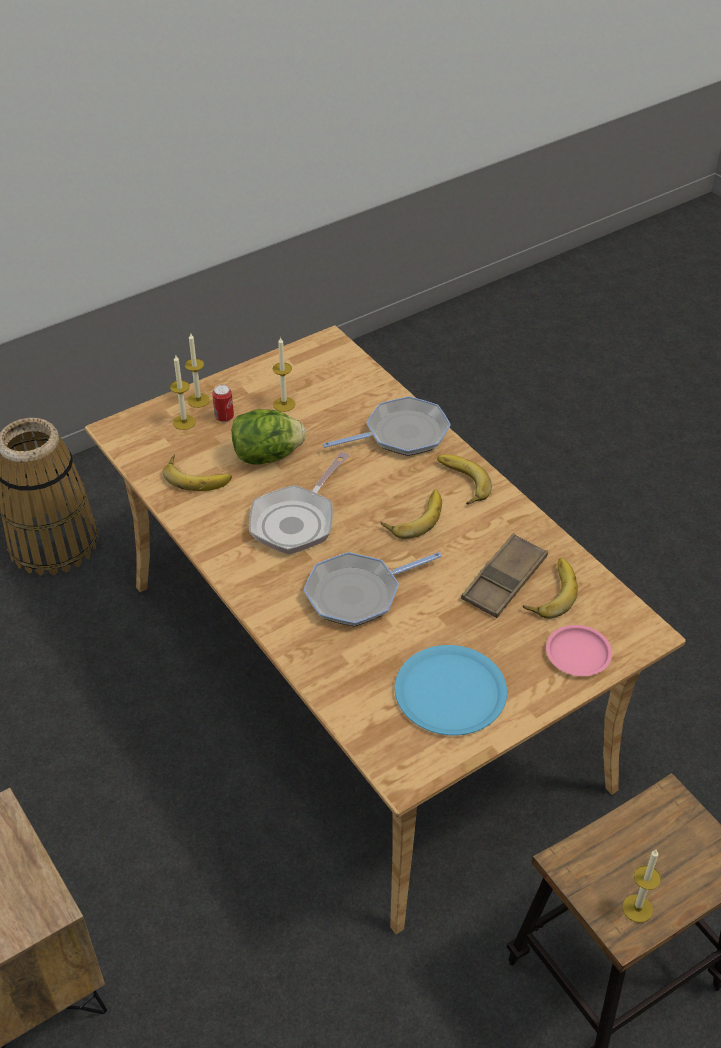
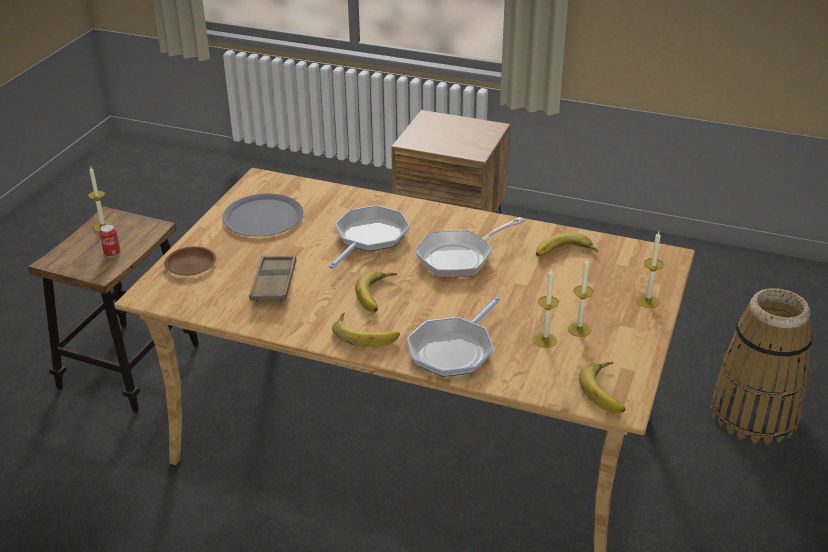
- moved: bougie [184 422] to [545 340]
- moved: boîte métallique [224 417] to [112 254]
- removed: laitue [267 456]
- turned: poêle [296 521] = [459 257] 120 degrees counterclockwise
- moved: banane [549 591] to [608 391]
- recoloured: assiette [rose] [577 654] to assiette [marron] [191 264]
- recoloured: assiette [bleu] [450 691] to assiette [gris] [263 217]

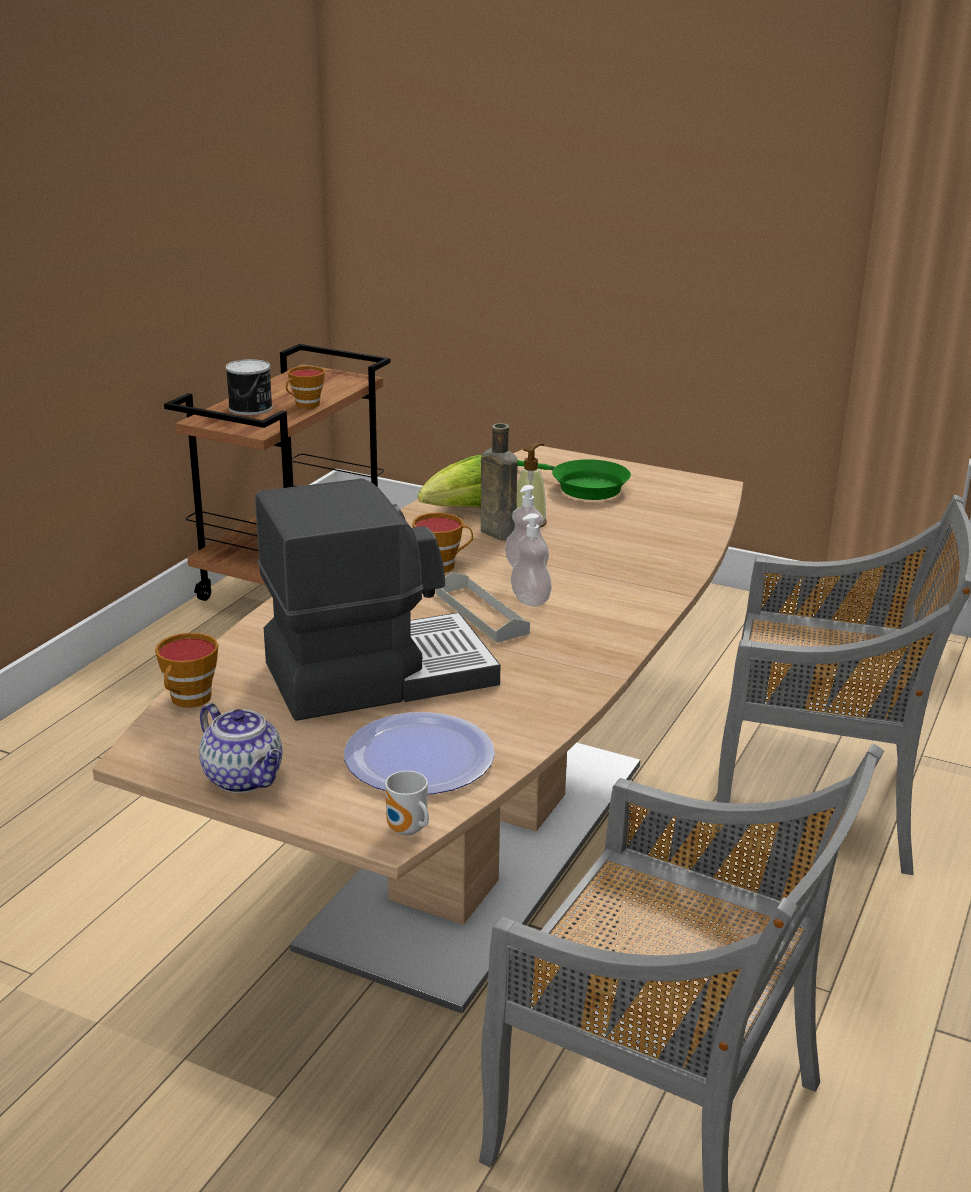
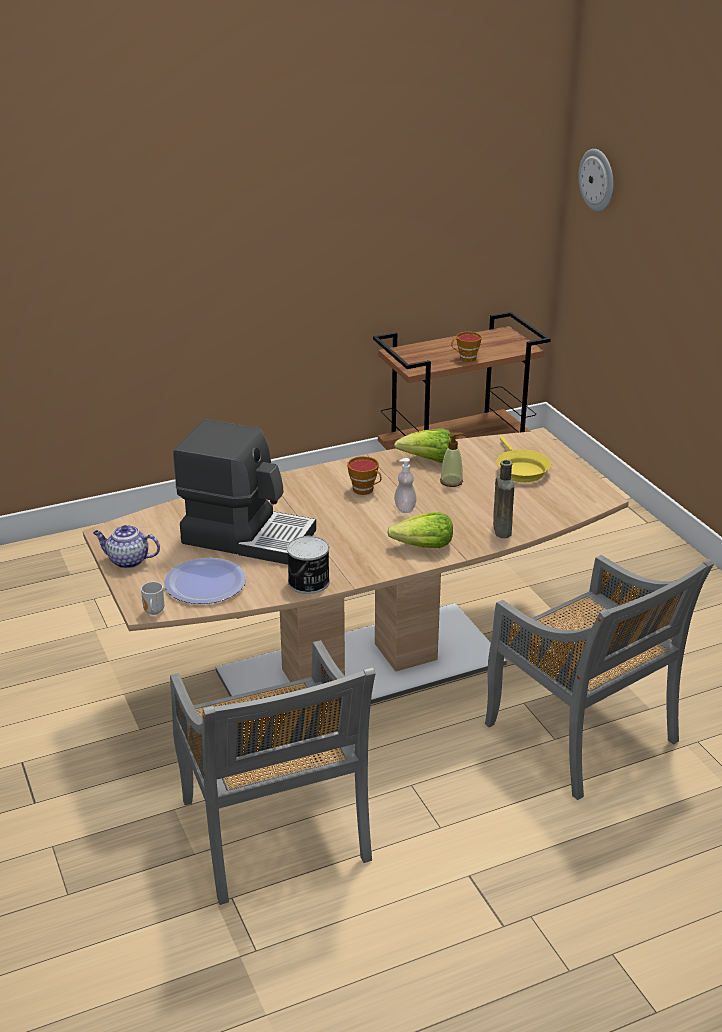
- moved: boîte métallique [251 408] to [309 582]
- moved: bouteille [marron] [496 532] to [501 529]
- recoloured: poêle [vert] [583 487] to poêle [jaune] [520 470]
- removed: distributeur de savon [530 600]
- removed: plateau [gris] [481 613]
- removed: tasse [189 700]
- turned: théière [245 779] = [127 561] 105 degrees clockwise
- added: horloge murale [597 180]
- added: laitue [423 547]

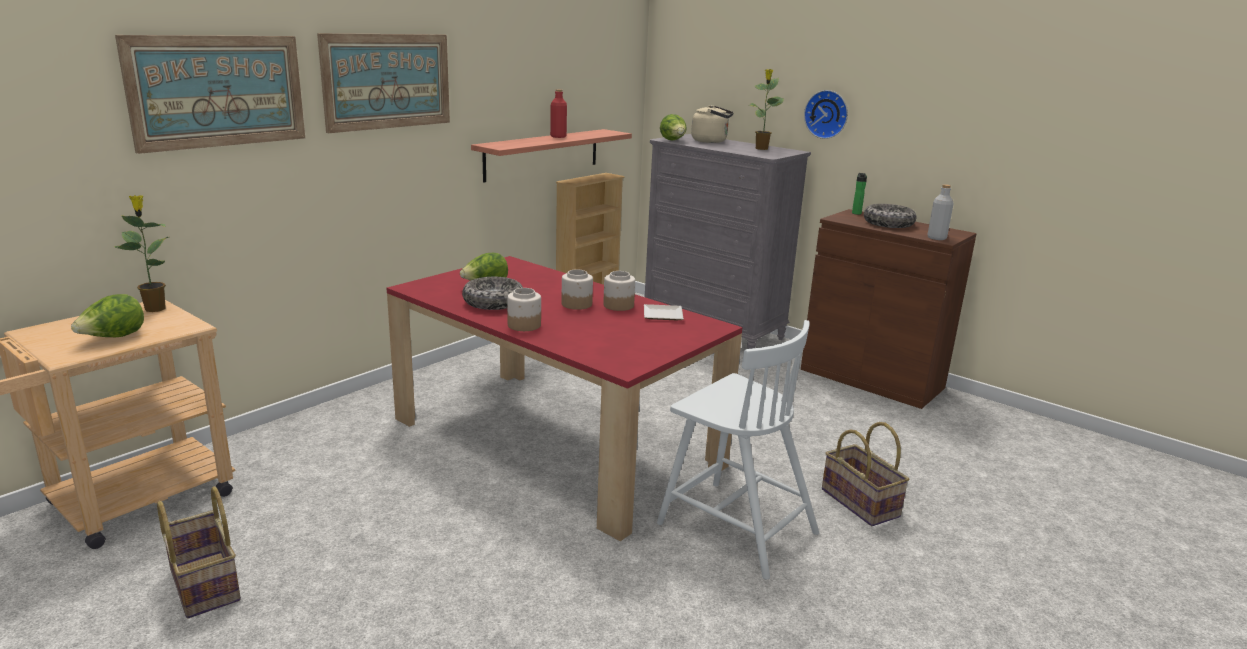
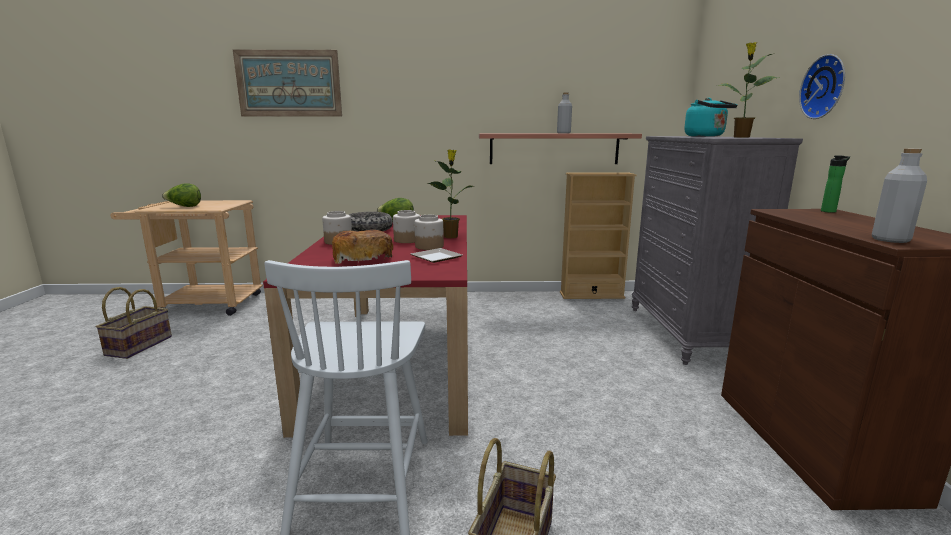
- removed: tableau [387 81]
- recoloured: bouteille [rouge] [558 136] to bouteille [gris] [563 133]
- recoloured: bouilloire [beige] [711 141] to bouilloire [turquoise] [706 136]
- removed: laitue [673 141]
- moved: plante en pot [155 308] to [451 236]
- removed: bol [888 224]
- added: pain [362 258]

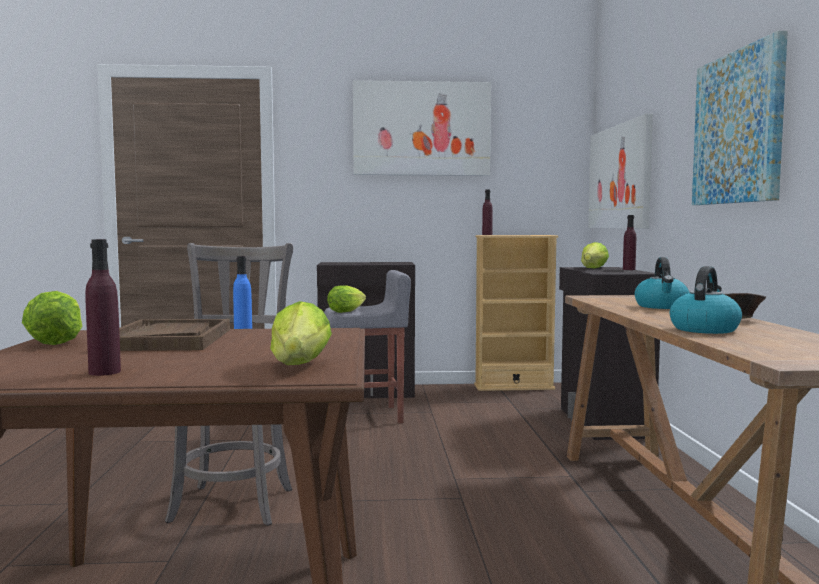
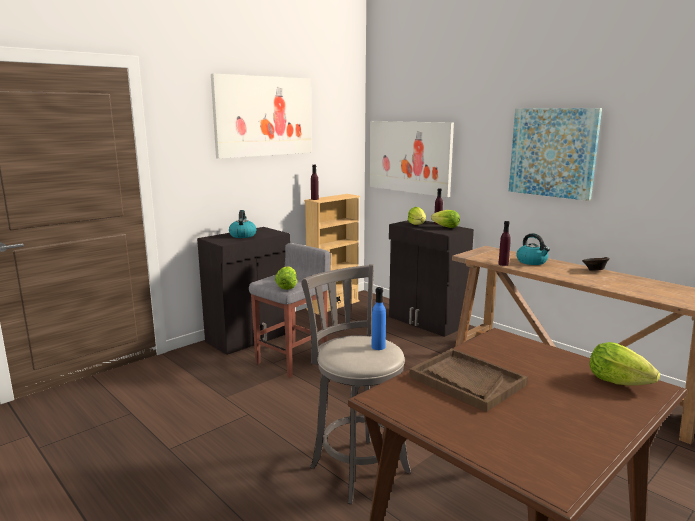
- moved: bouteille [violet] [104 372] to [503 264]
- moved: bouilloire [704 329] to [242 235]
- moved: laitue [56 342] to [446 227]

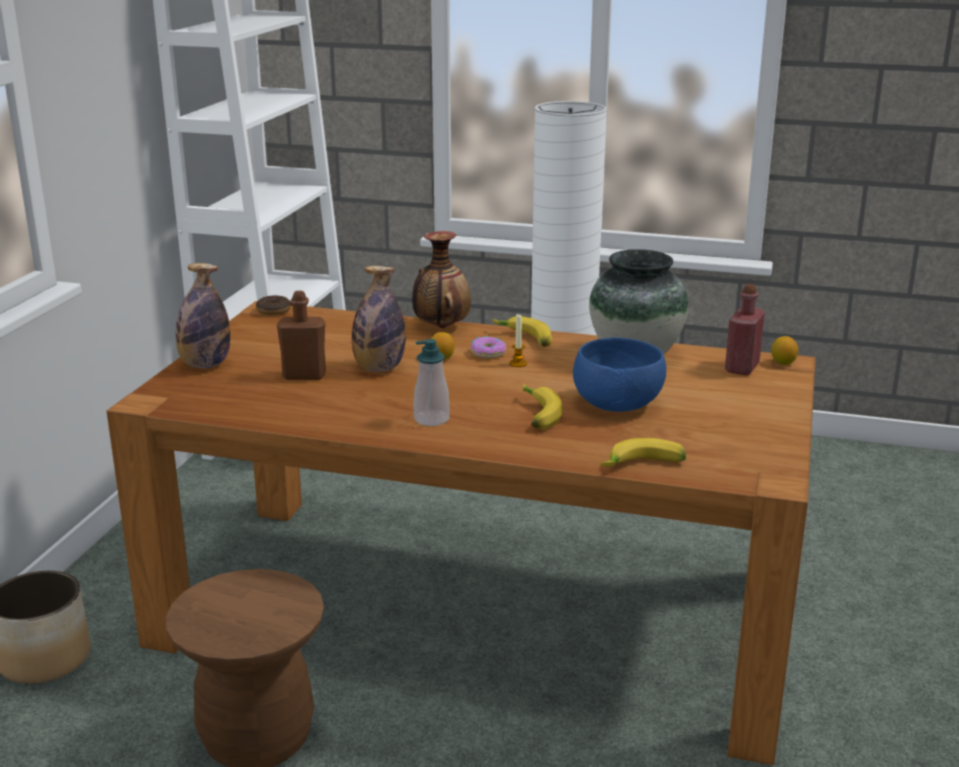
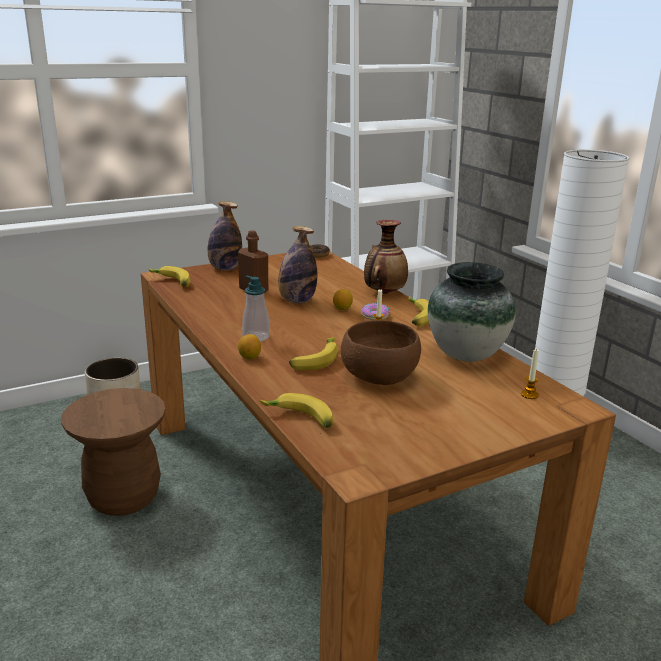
- replaced: bouteille [rouge] [742 367] to bougie [529 395]
- moved: citron [783 363] to [249 357]
- recoloured: bol [bleu] [617 404] to bol [marron] [378 377]
- added: banane [171 282]

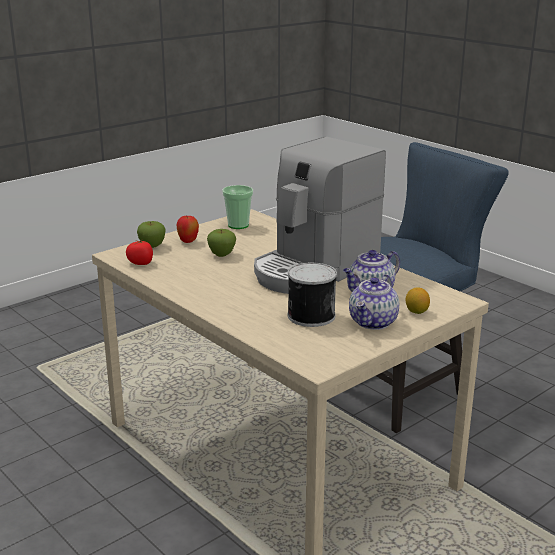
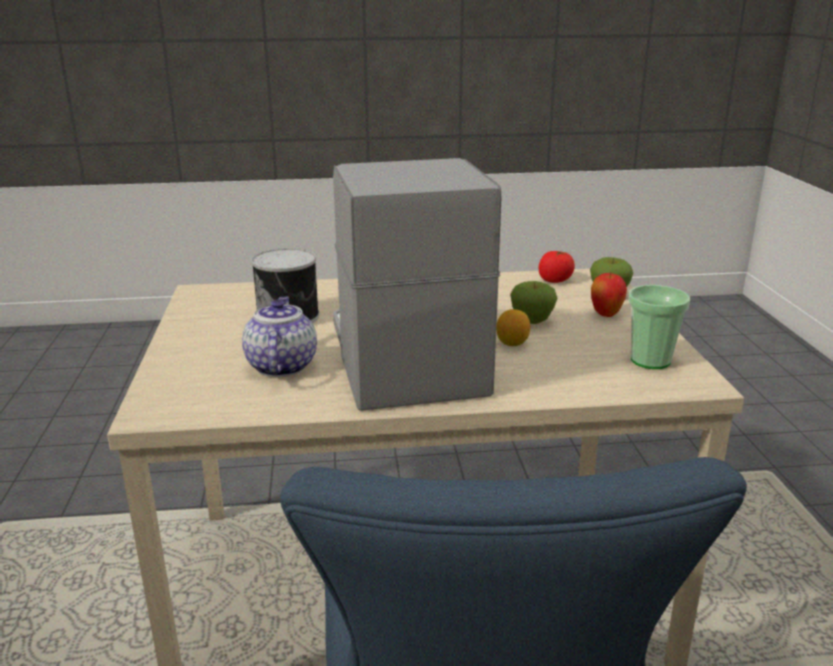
- removed: théière [373 322]
- moved: citron [416 311] to [512 343]

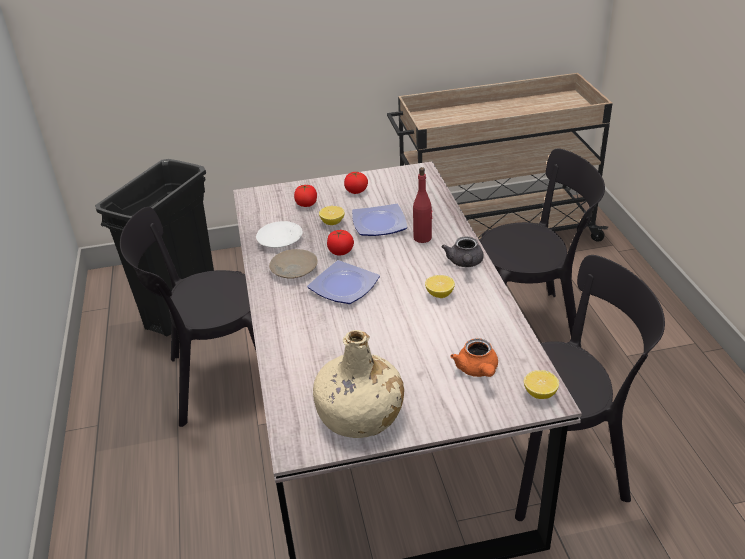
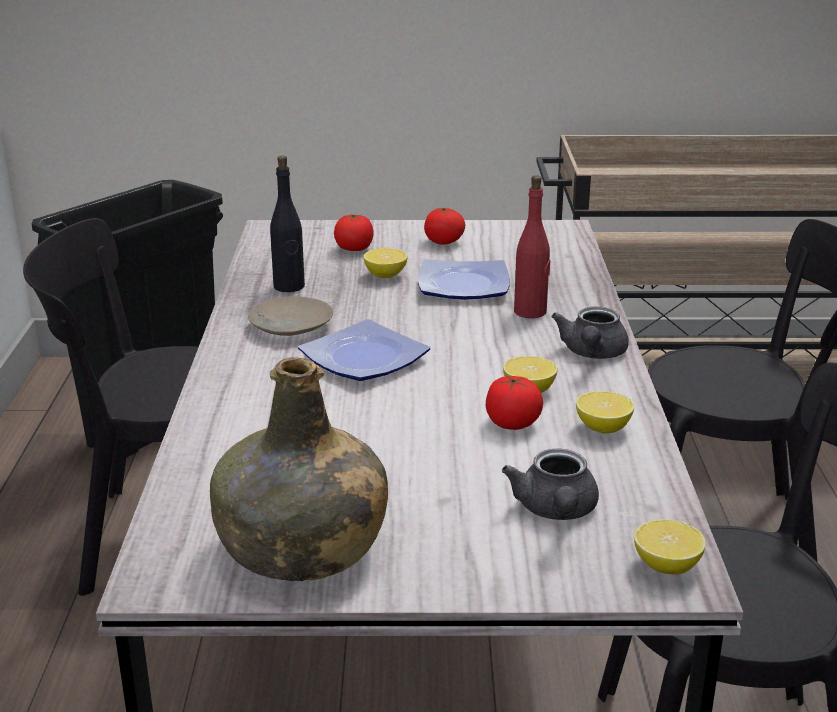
- replaced: assiette [blanc] [280 240] to bouteille [noir] [289 286]
- moved: tomate [340 251] to [512 423]
- recoloured: bouteille [beige] [360 416] to bouteille [vert] [301 547]
- recoloured: théière [orange] [477 370] to théière [gris] [555 511]
- added: citron [603 428]

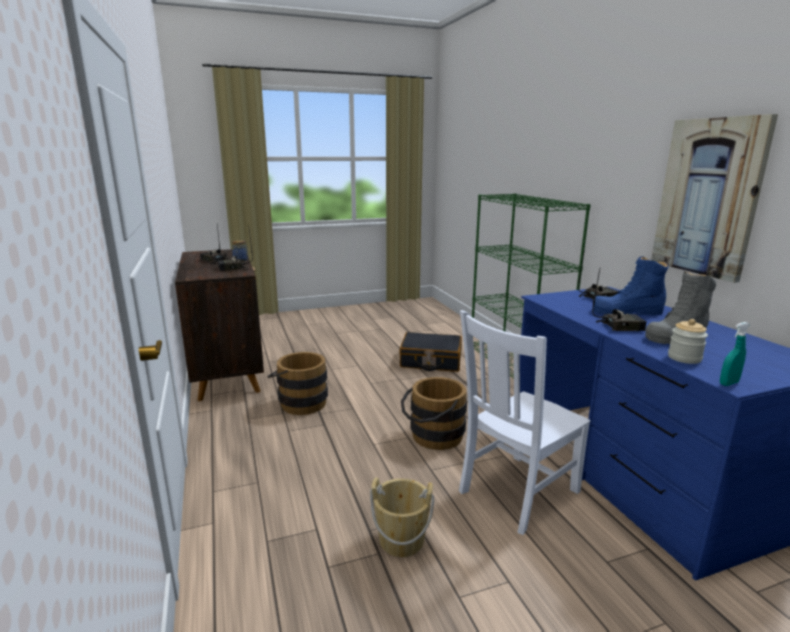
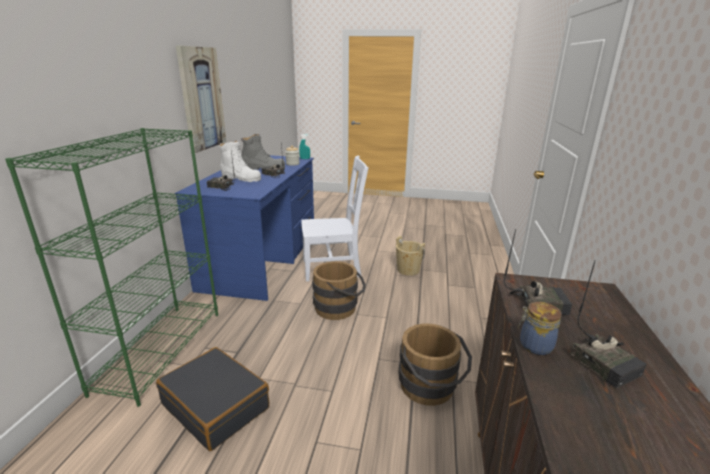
- recoloured: botte [bleu] [627 312] to botte [blanc] [241 178]

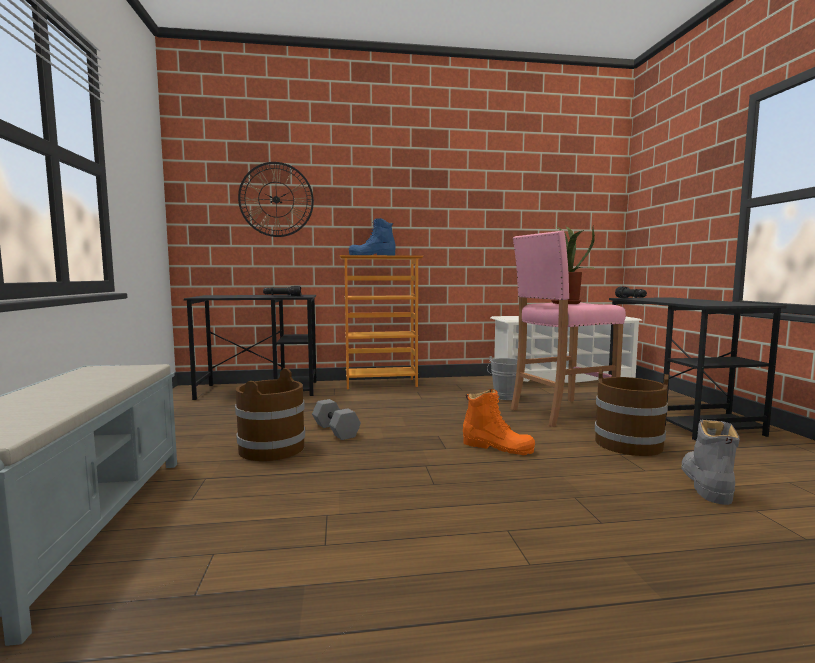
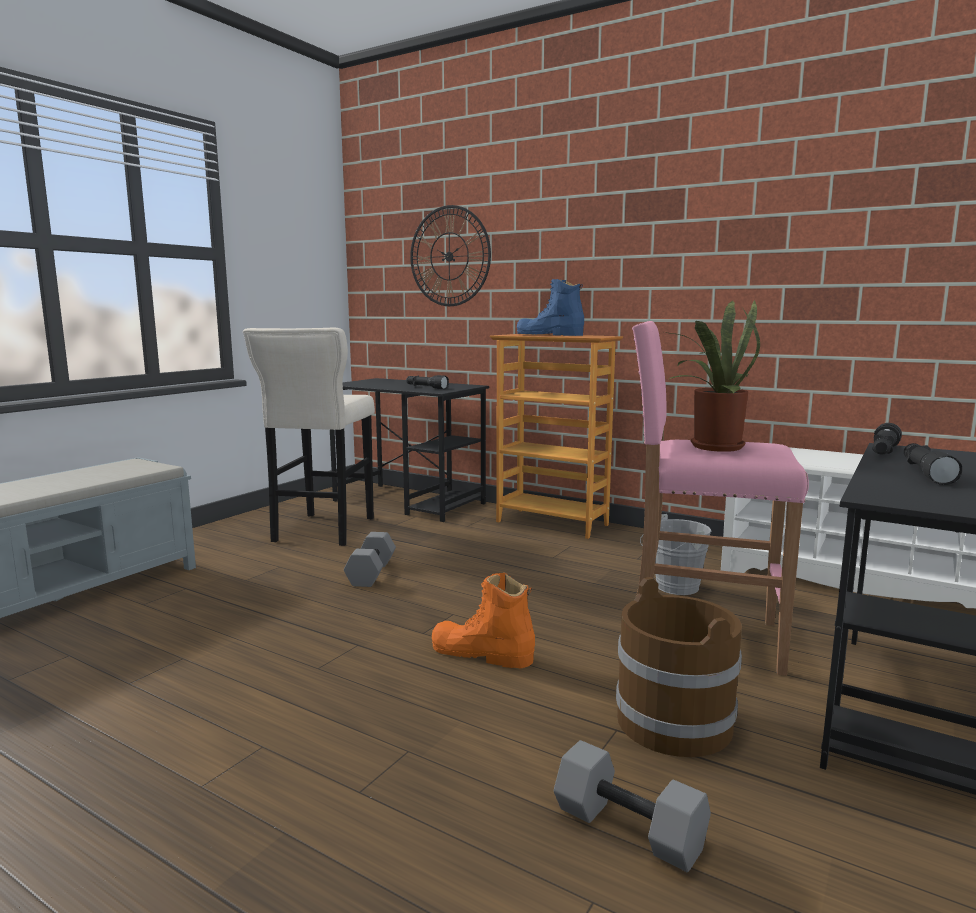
- removed: seau [marron] [272 448]
- turned: botte [orange] [497 447] = [481 653] 135 degrees clockwise
- replaced: botte [gris] [705 484] to haltère [gris] [626 829]
- added: tabouret [beige] [322 531]
- added: lampe de poche [noir] [925 473]

